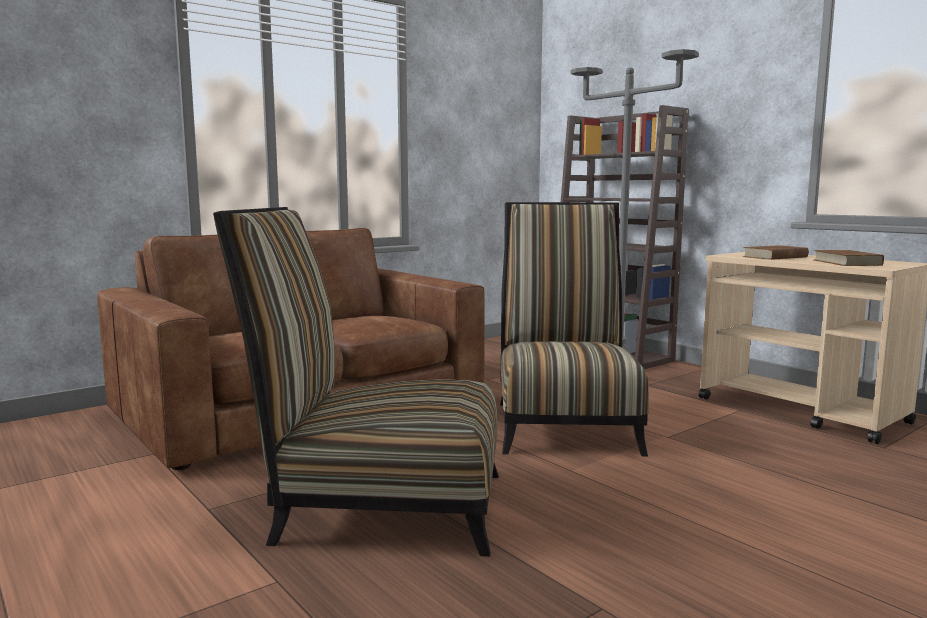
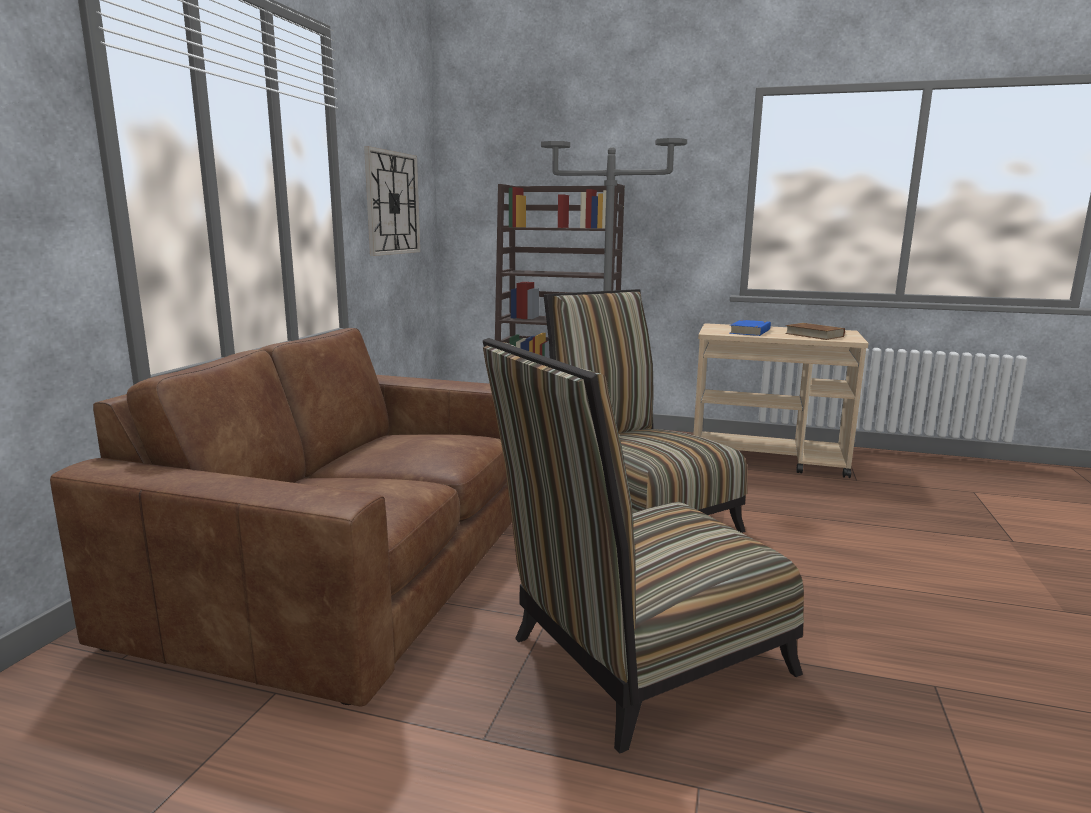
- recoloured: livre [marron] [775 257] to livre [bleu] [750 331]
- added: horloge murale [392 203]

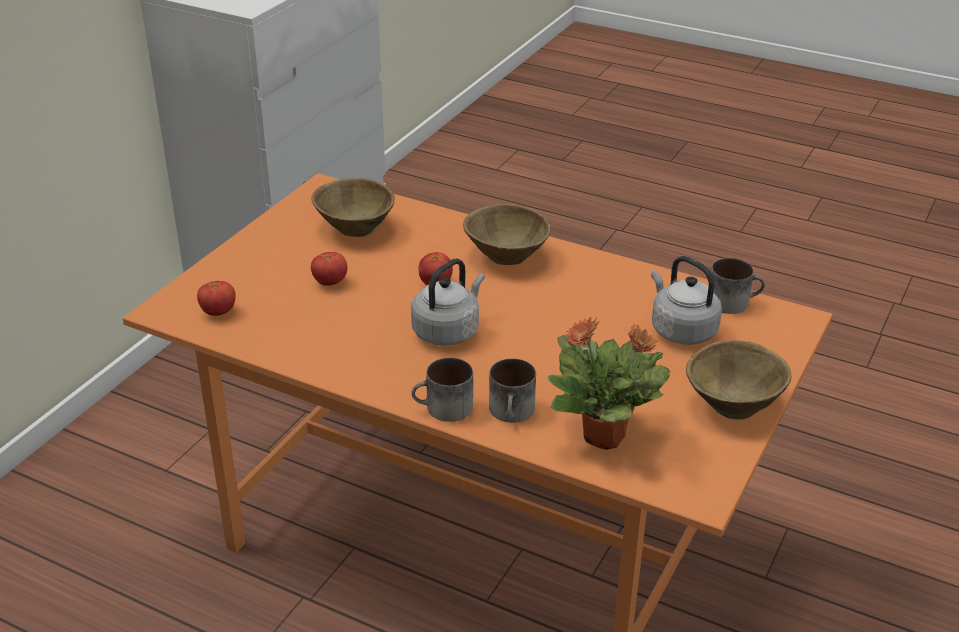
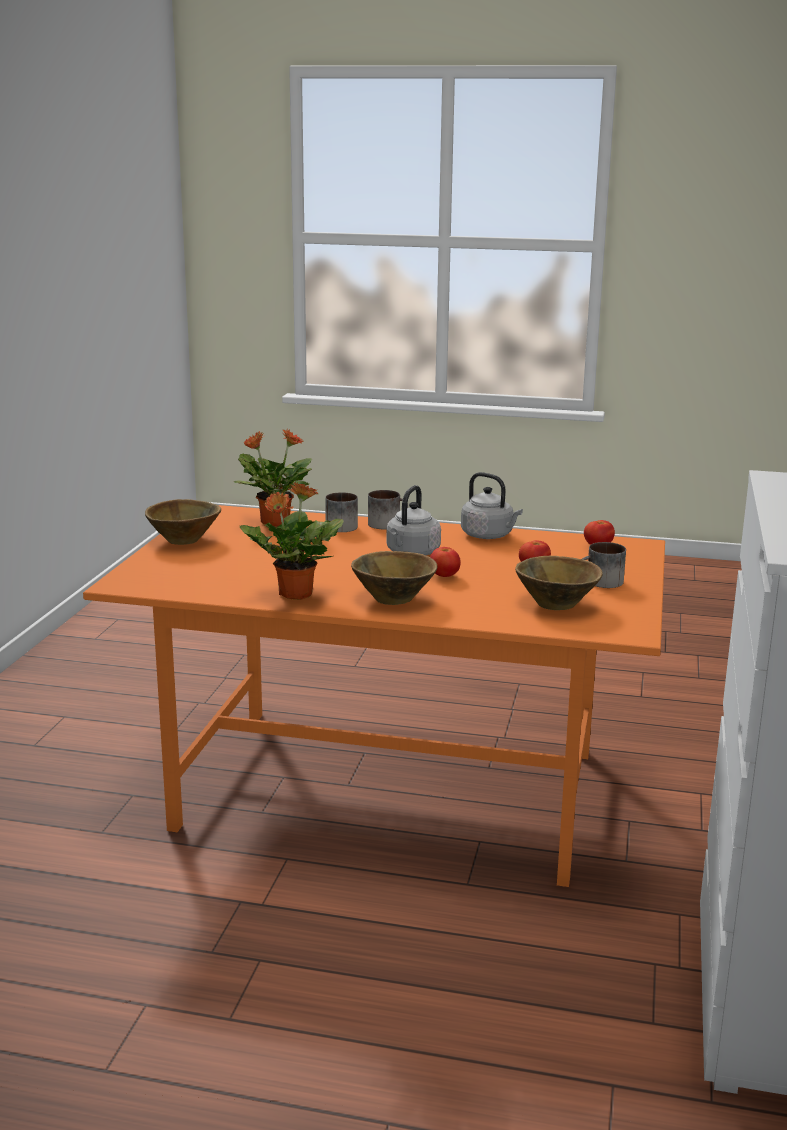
- moved: bouilloire [gris] [681 330] to [489 536]
- moved: mug [733 301] to [600 582]
- added: plante en pot [294 594]

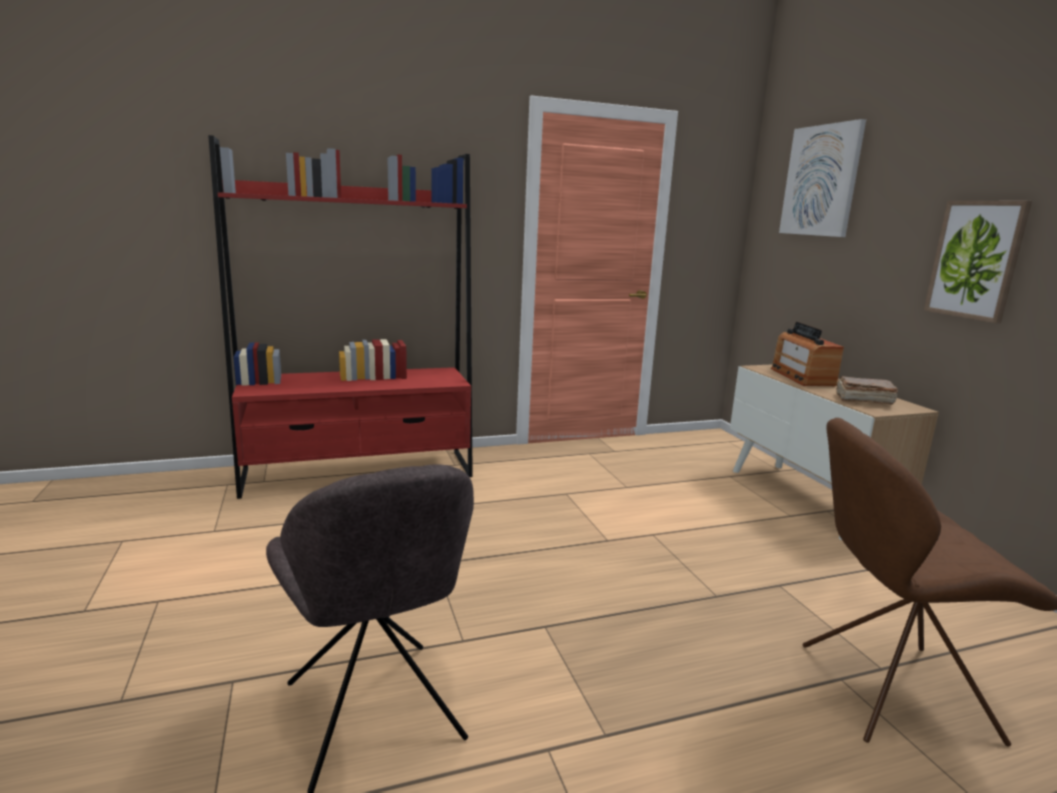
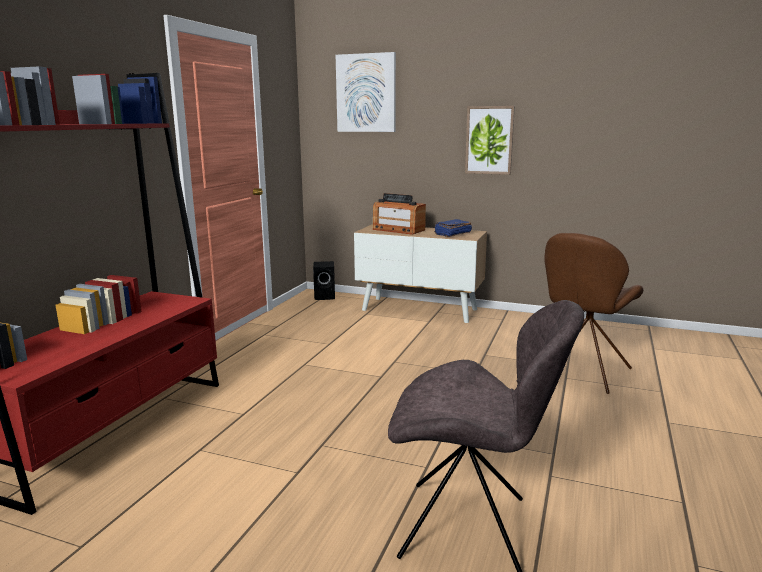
- recoloured: livre [marron] [863 400] to livre [bleu] [452 234]
- added: enceinte [noir] [325 296]

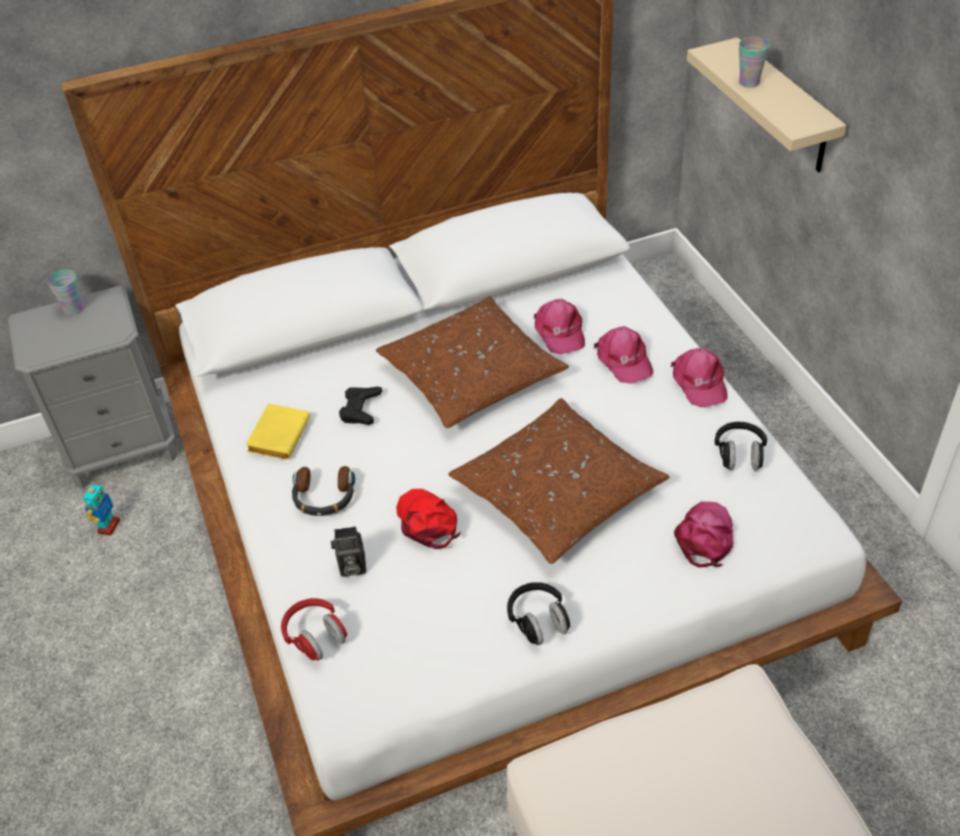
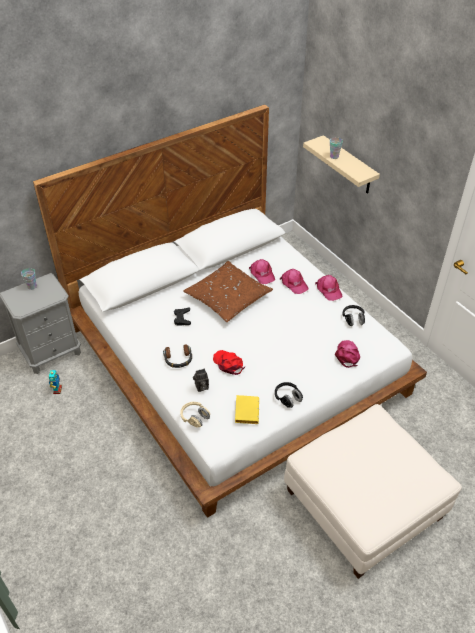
- removed: coussin [marron] [557 492]
- moved: livre [jaune] [278 434] to [245 411]
- recoloured: casque audio [rouge] [315 637] to casque audio [beige] [195 418]

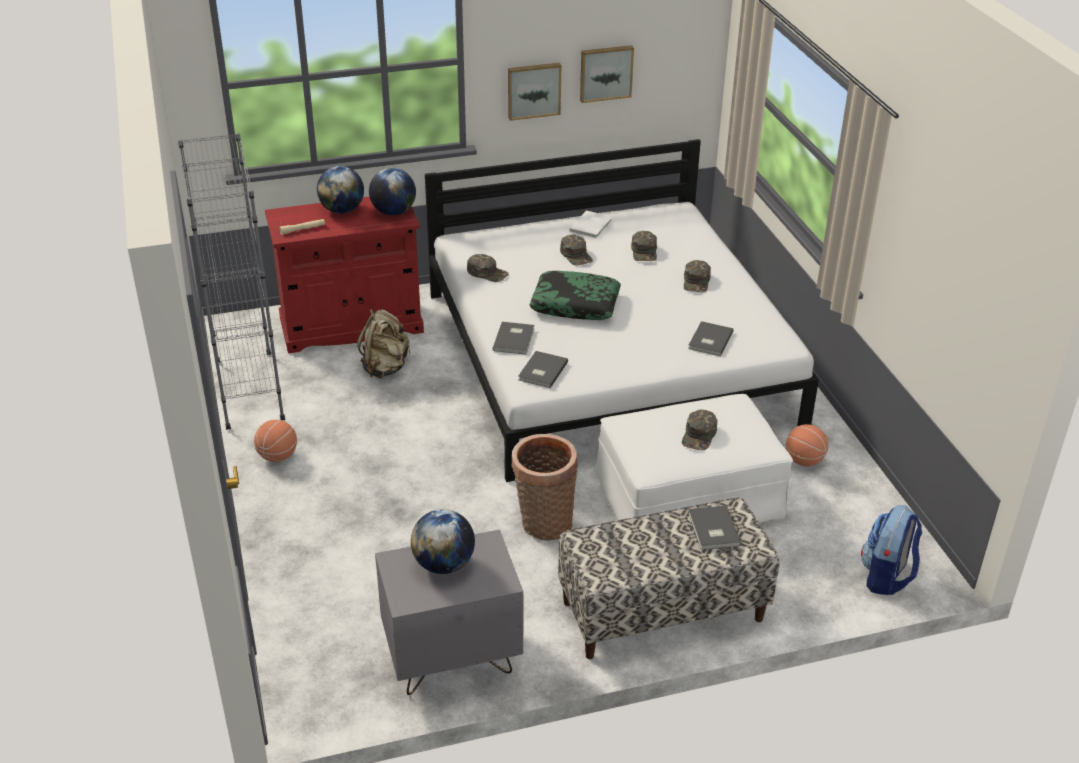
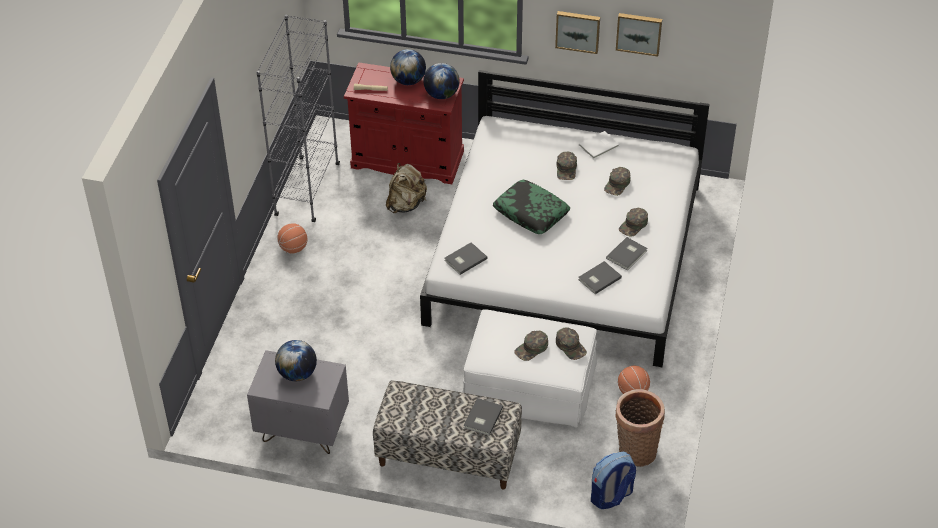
- moved: casquette [vert] [487 272] to [571 346]
- moved: livre [gris] [515 339] to [628 254]
- moved: panier [543 523] to [635 450]

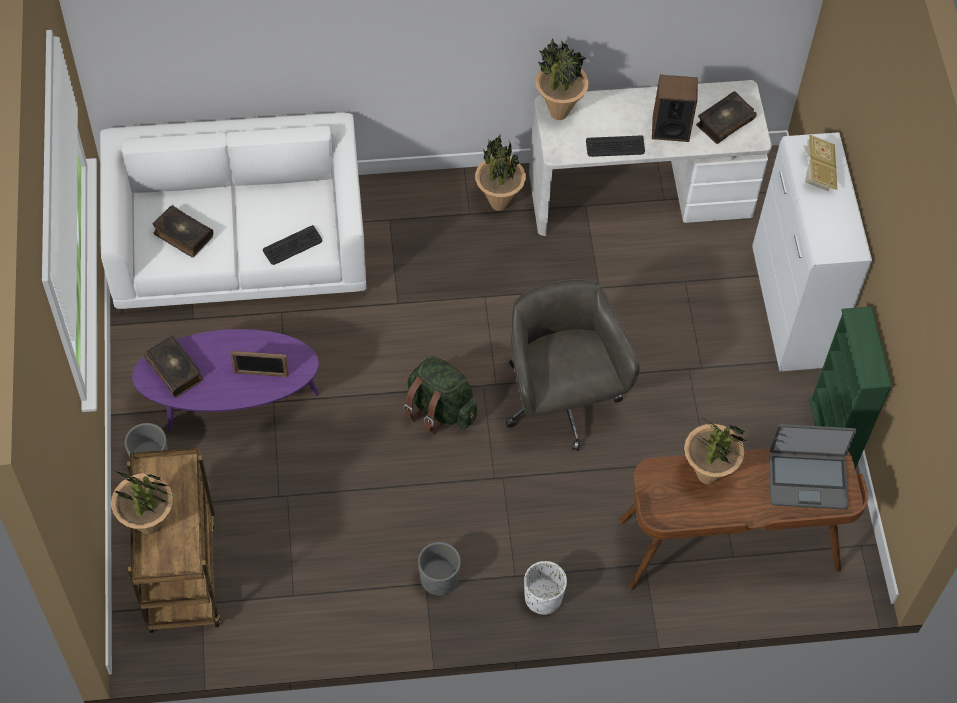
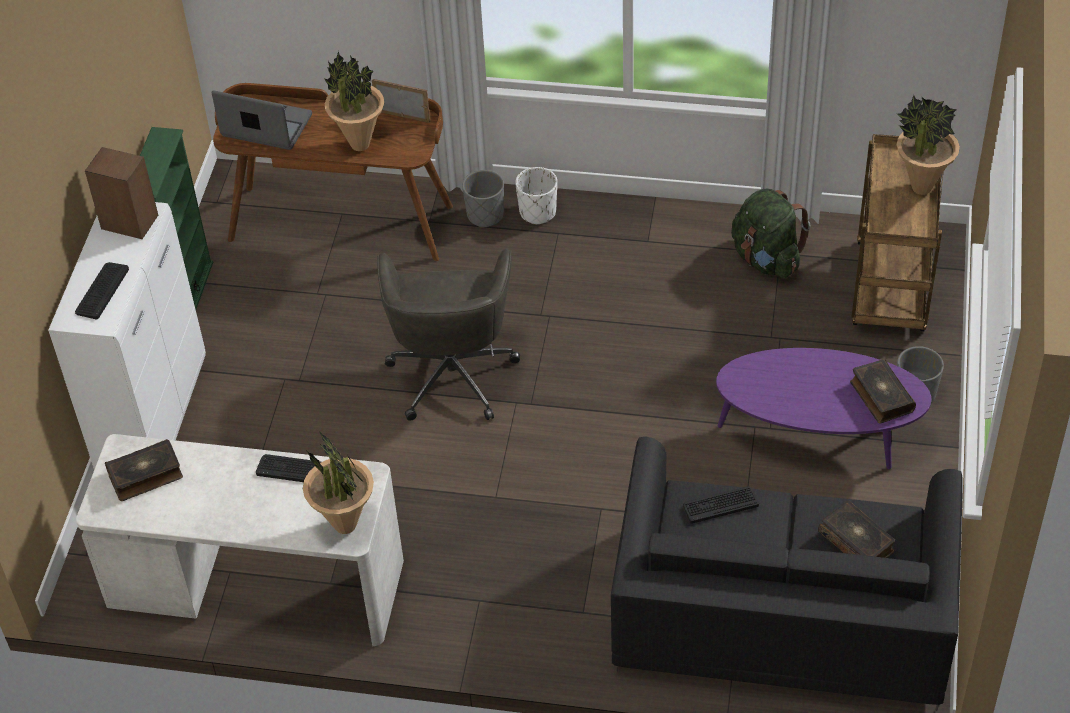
- moved: enceinte [670 128] to [129 222]
- recoloured: canapé [blanc] [240 245] to canapé [noir] [781 615]
- removed: plante en pot [498 204]
- replaced: livre [818 172] to clavier [101 291]
- moved: cadre photo [261 374] to [403 116]
- moved: sac à dos [vert] [440 409] to [766 259]
- moved: cache-pot [gris] [438 579] to [485 215]

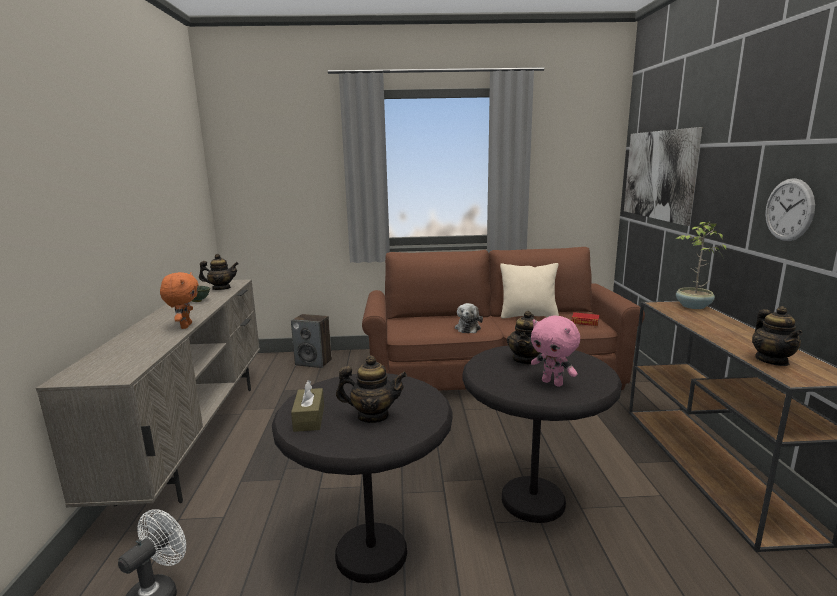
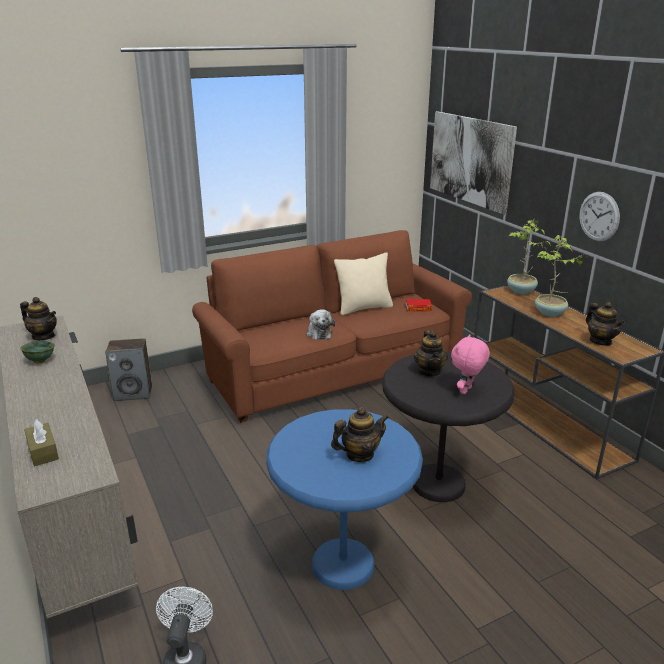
- turned: théière [221 288] = [44 336] 60 degrees clockwise
- removed: peluche [orange] [185 326]
- turned: peluche [rose] [553 383] = [466 391] 105 degrees clockwise
- recoloured: table d'appoint [noir] [371 553] to table d'appoint [bleu] [342 565]
- moved: boîte à mouchoirs [marron] [309 418] to [43 451]
- added: plante en pot [550 313]

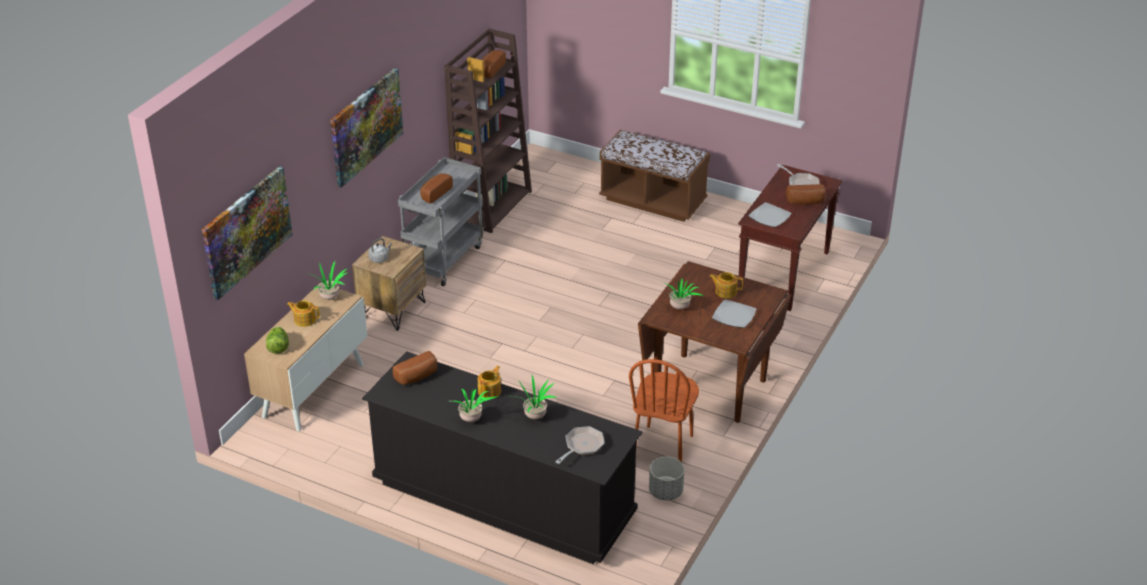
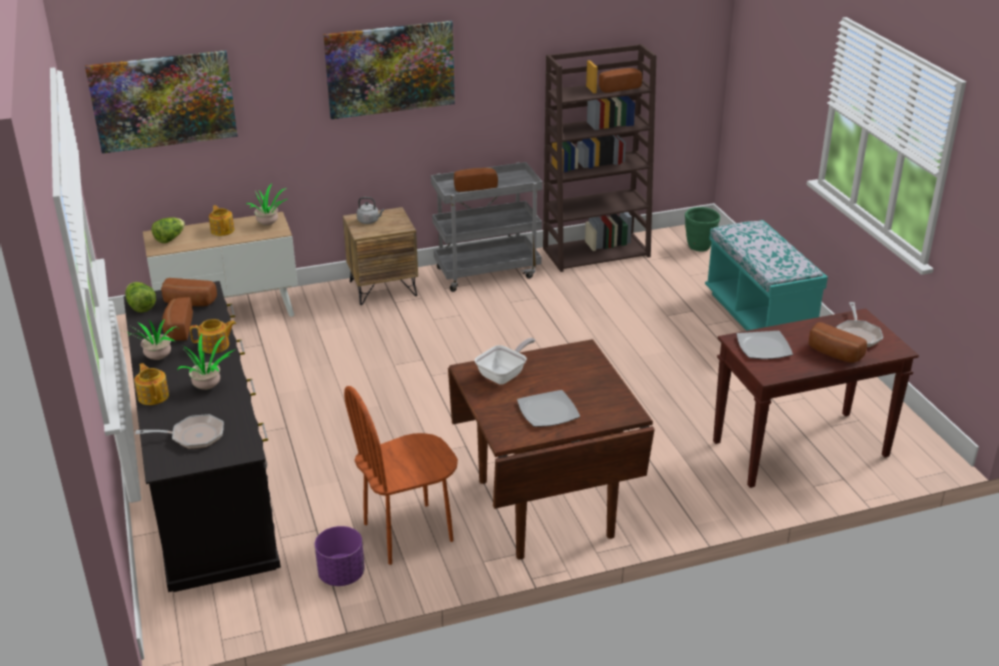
- recoloured: banc [marron] [653 201] to banc [turquoise] [758 316]
- moved: théière [725 291] to [153 396]
- replaced: plante en pot [679 309] to poêle [504 375]
- recoloured: cache-pot [gris] [665 492] to cache-pot [violet] [341 574]
- added: cache-pot [vert] [699 247]
- added: laitue [140 307]
- added: pain [177 328]

